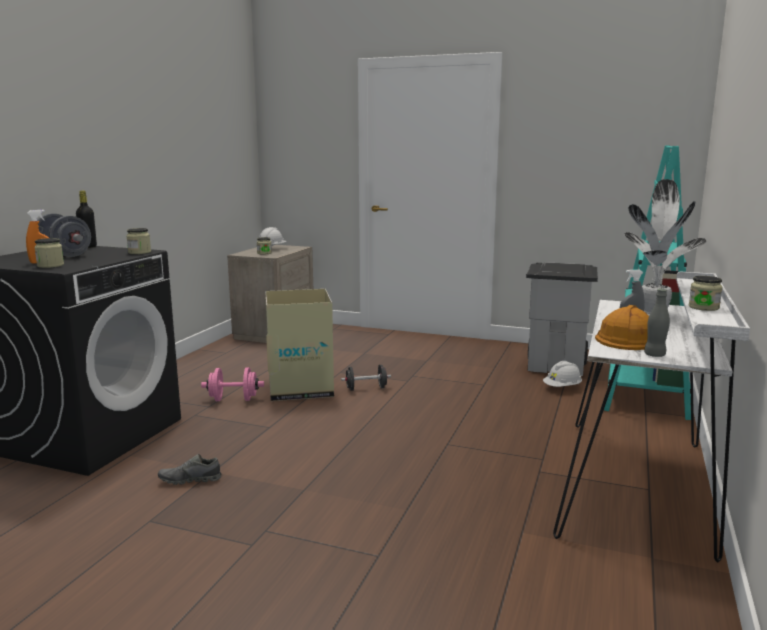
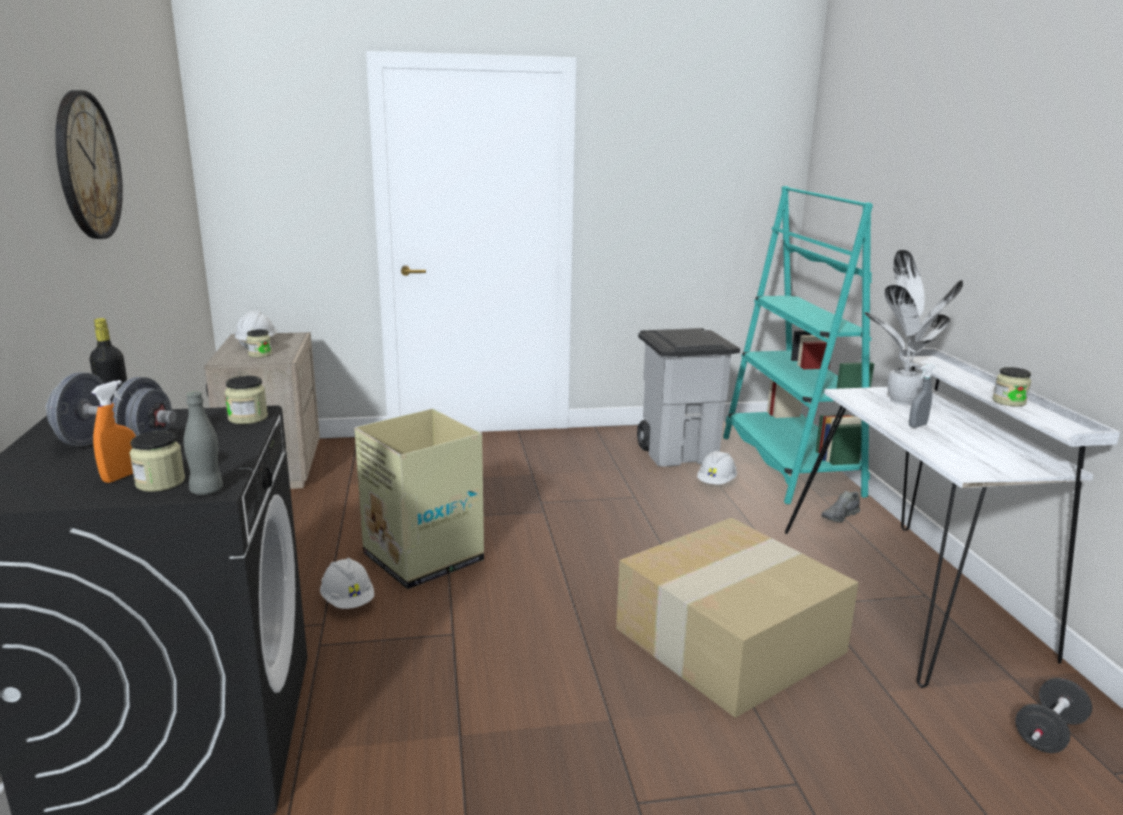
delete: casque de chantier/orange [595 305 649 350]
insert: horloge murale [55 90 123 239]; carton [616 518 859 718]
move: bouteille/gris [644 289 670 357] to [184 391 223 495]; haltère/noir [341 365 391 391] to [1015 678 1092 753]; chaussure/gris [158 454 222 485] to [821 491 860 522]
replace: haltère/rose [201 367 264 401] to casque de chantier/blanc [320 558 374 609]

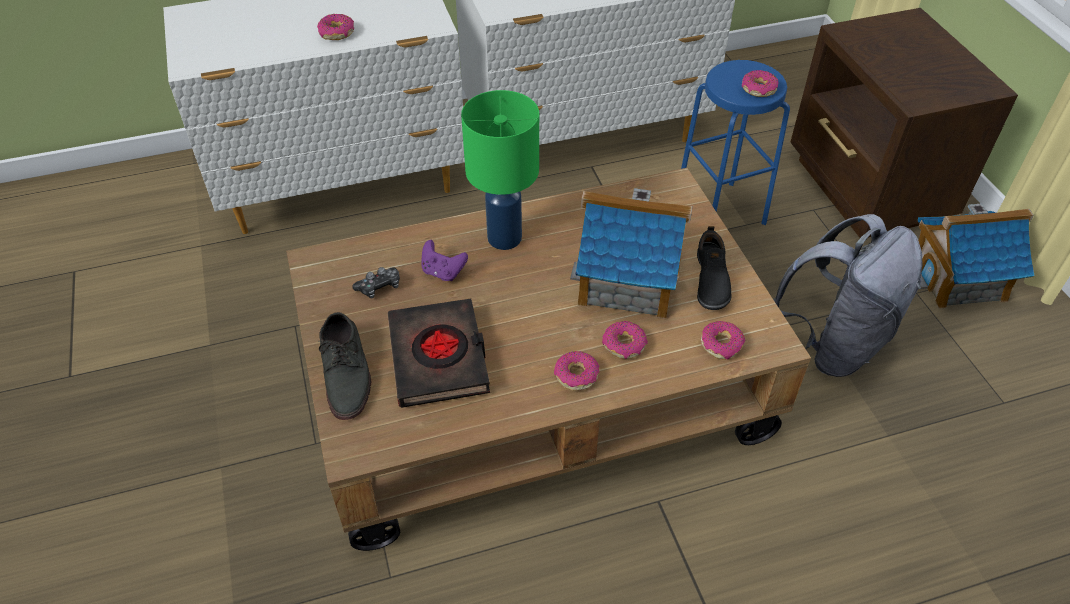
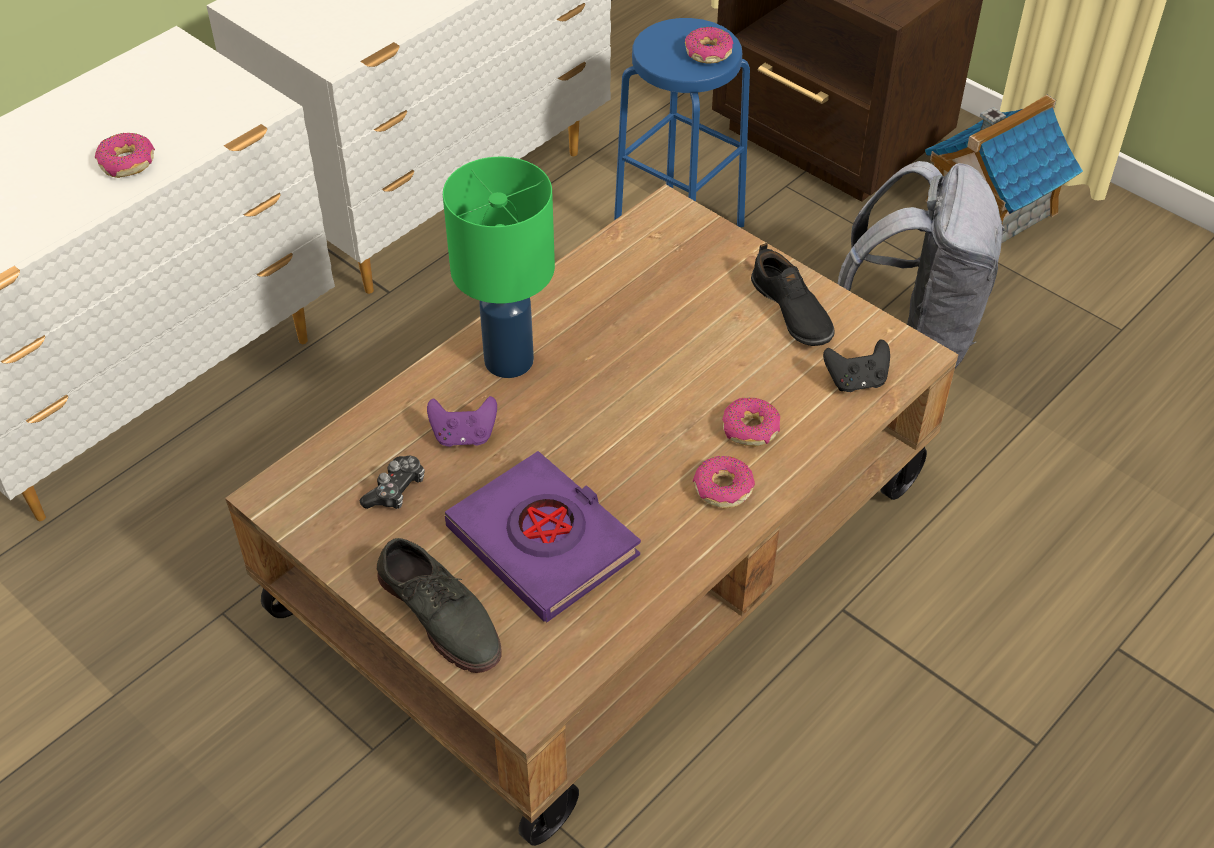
delete: maison miniature [570 188 692 319]
replace: beignet [701 321 745 360] to manette/noir [823 340 890 392]
recolor: livre/noir [387 299 490 408] to livre/violet [445 451 641 623]

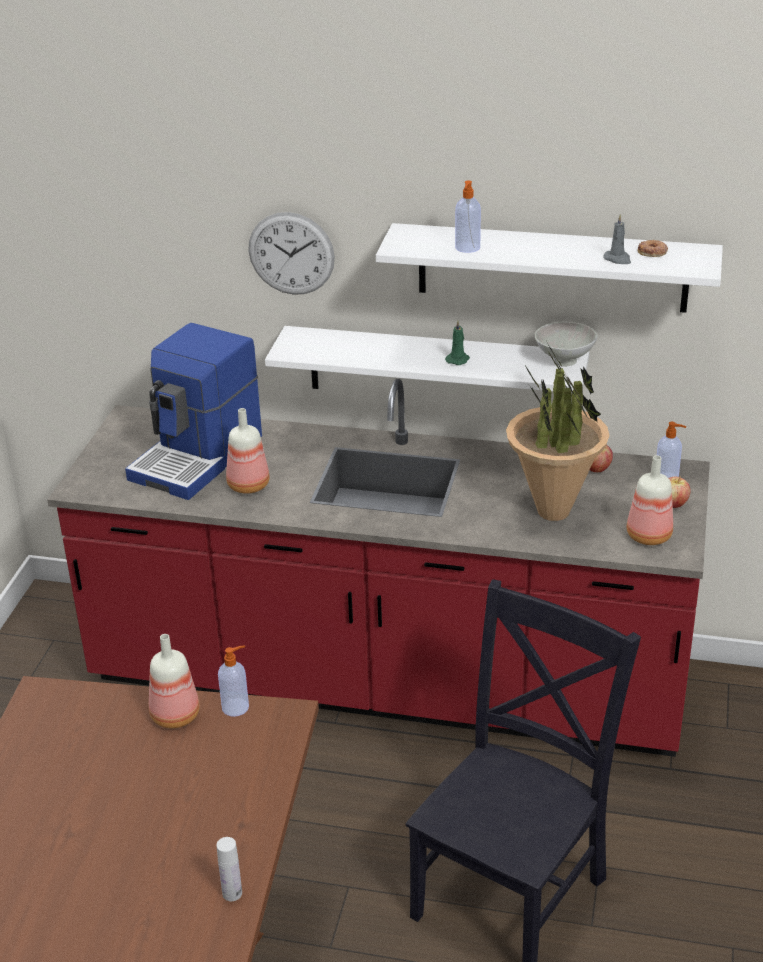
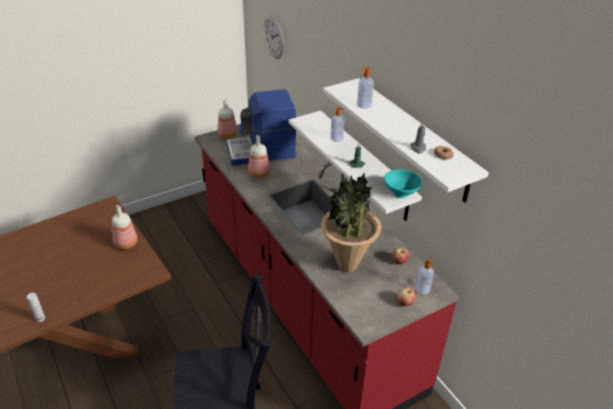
move: horloge murale [248 212 335 295] to [263 15 284 59]; bouteille [627 455 673 545] to [217 99 237 139]; distributeur de savon [218 645 249 717] to [330 106 345 142]
recolor: bol/blanc [534 322 597 367] to bol/turquoise [384 169 422 198]

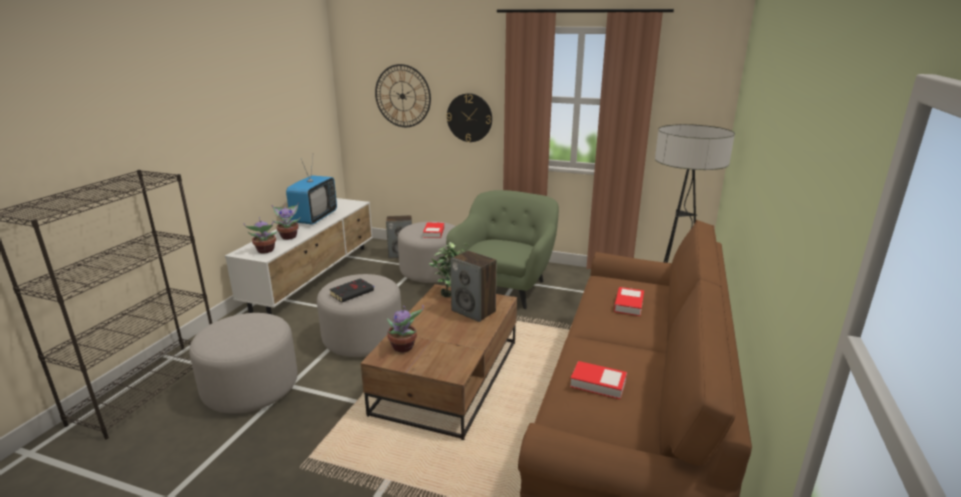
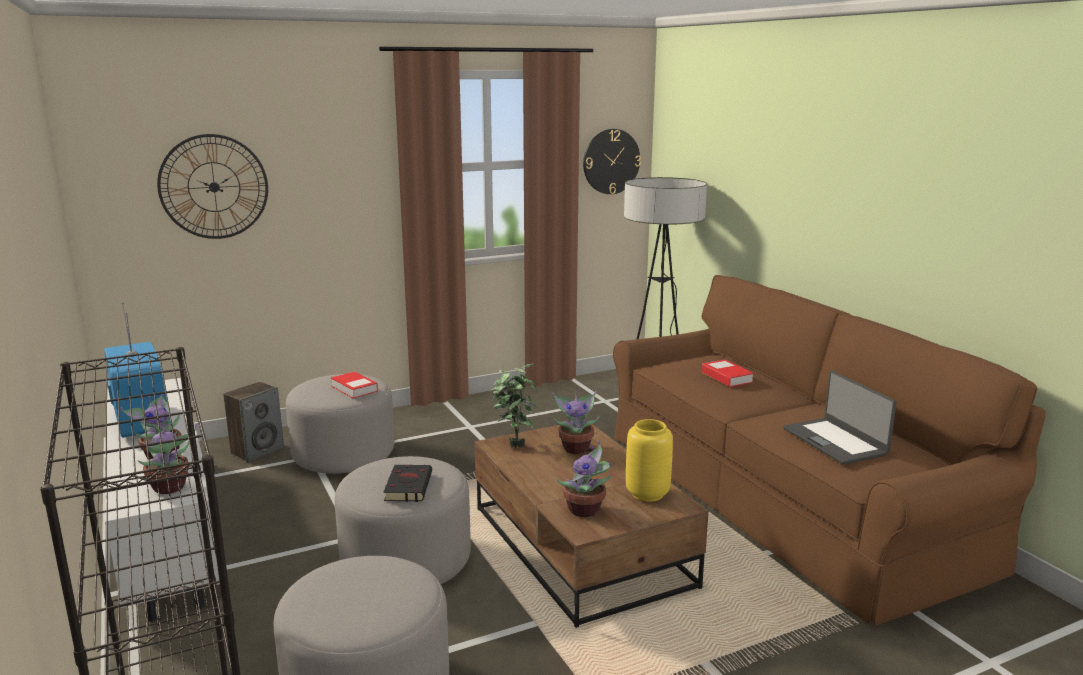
delete: fauteuil/vert [446 190 559 309]
insert: vase/jaune [626 419 673 502]
move: horloge murale [447 93 492 142] to [583 129 641 194]
replace: enceinte [450 251 496 322] to plante en pot [552 391 599 454]; livre [570 361 627 399] to ordinateur portable [783 371 897 465]

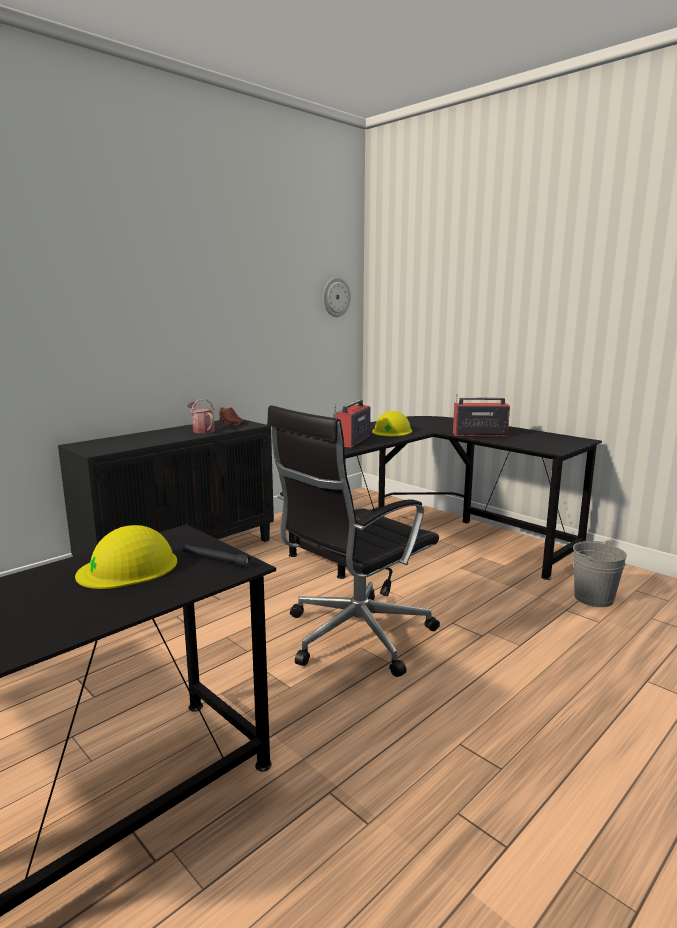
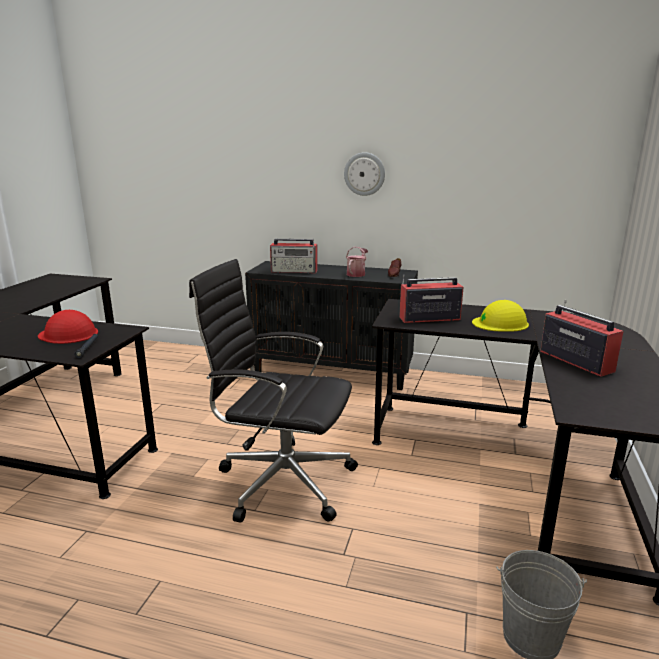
insert: radio [270 239 318 273]
move: horloge murale [323 277 351 317] to [344 152 385 196]
recolor: casque de chantier/jaune [75 525 177 589] to casque de chantier/rouge [38 310 98 344]

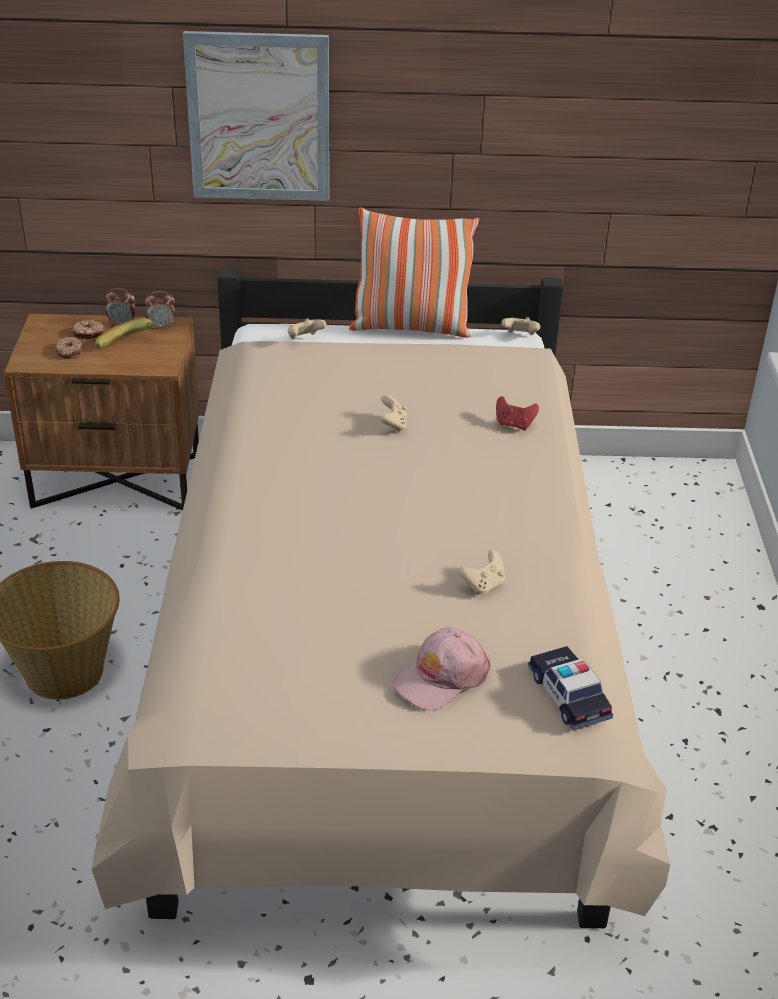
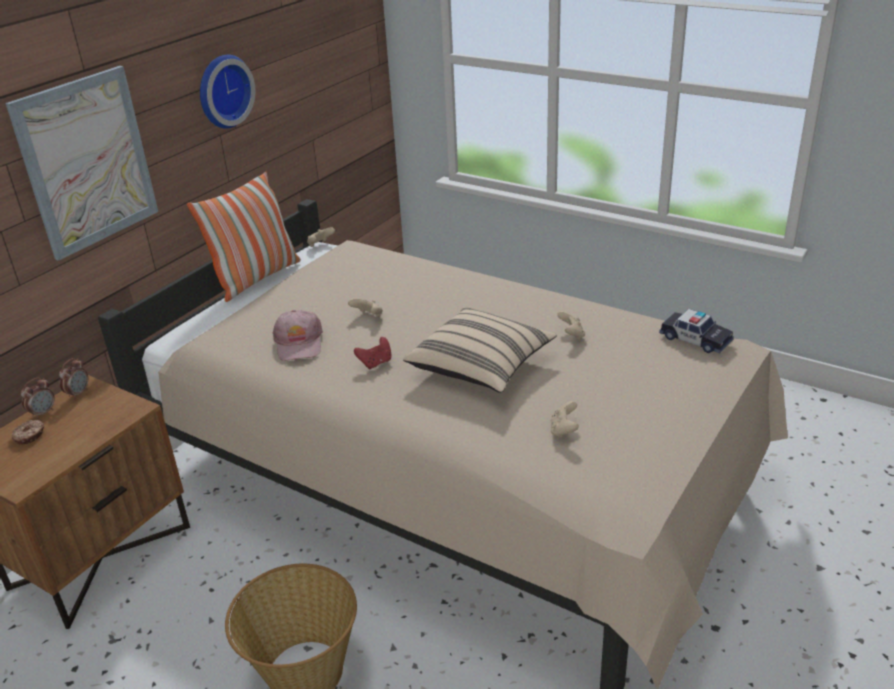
delete: banane [95 318 156 348]; beignet [56 337 83 359]
insert: horloge murale [200 55 255 129]; coussin/beige [403 307 557 393]
move: manette/beige [288 319 326 339] to [550 401 579 439]; manette/rouge [496 396 539 431] to [354 337 392 370]; casquette/rose [392 627 490 711] to [272 310 323 361]
rotate: petite voiture [528 646 613 730] = [659 309 734 353] 150 degrees counterclockwise

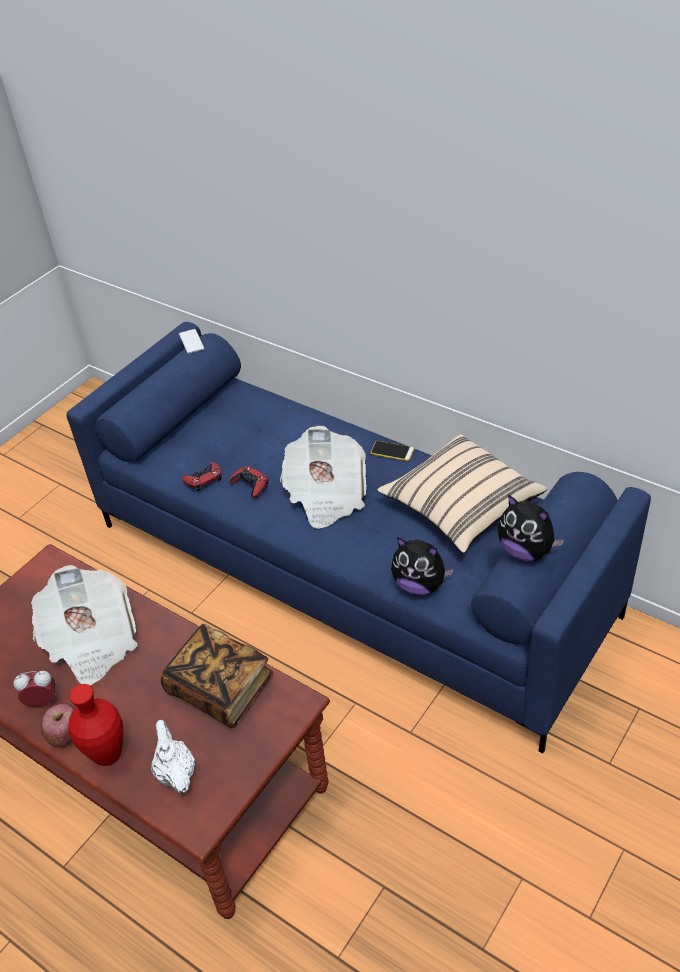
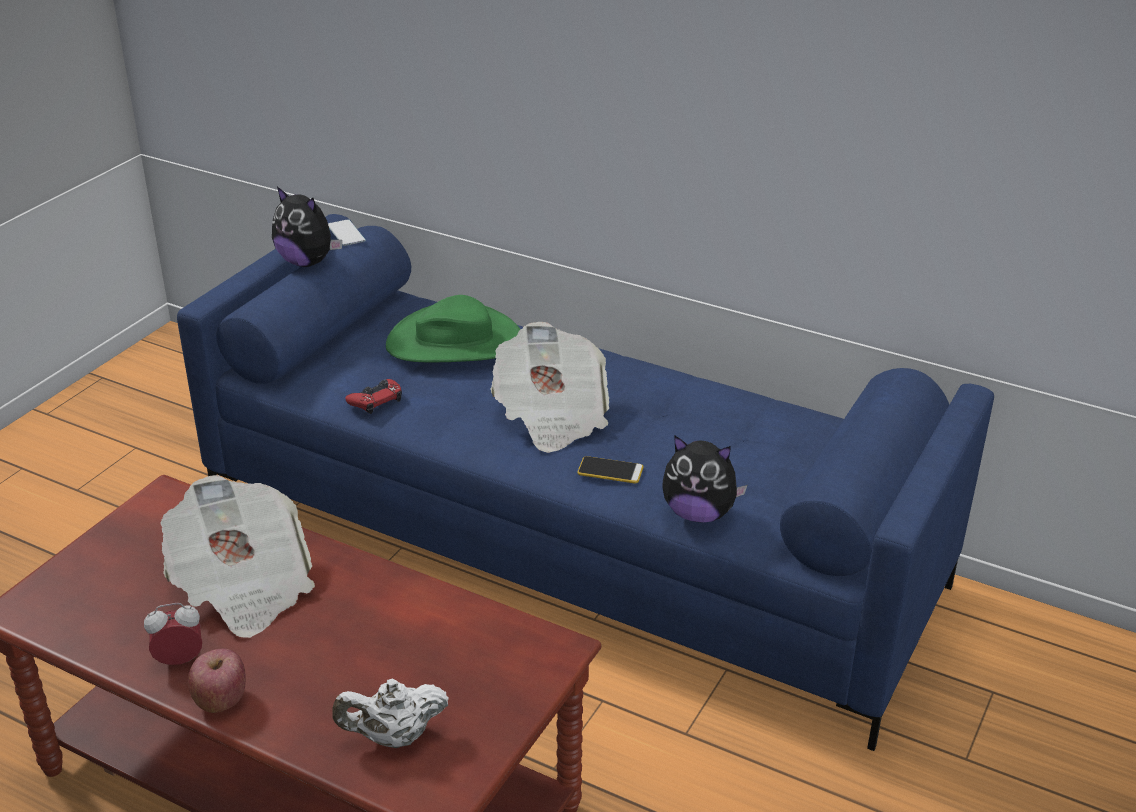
delete: coussin/beige [377 434 547 553]; manette/rouge [229 466 268 498]; livre [161 624 273 728]; vase/rouge [68 684 123 766]
insert: chapeau/vert [386 295 521 363]
move: téléphone [370 441 414 461] to [577 456 644 484]; peluche [497 494 565 562] to [272 187 342 267]
rotate: théière/blanc [151 720 195 793] = [333 679 449 748] 75 degrees counterclockwise

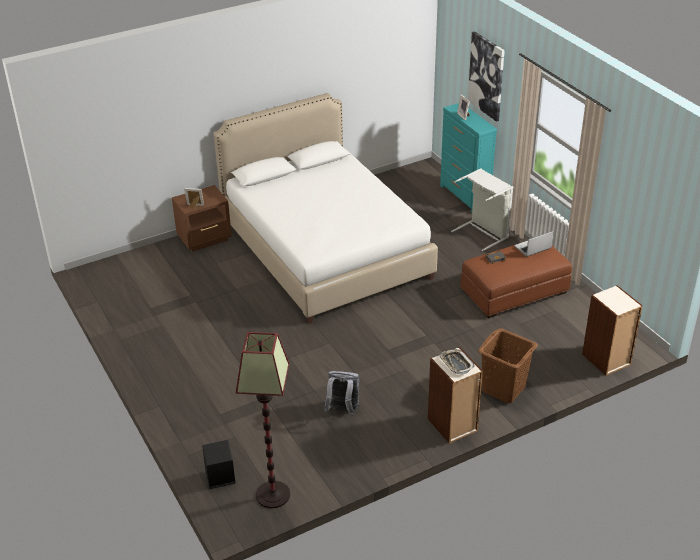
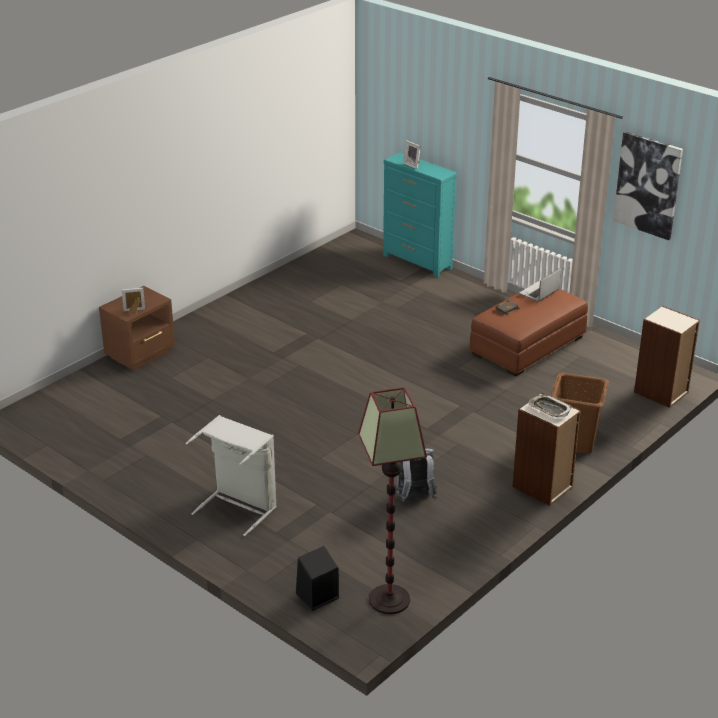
delete: lit/blanc [214 93 438 324]
move: tableau [468 31 505 122] to [613 132 683 240]; panier à linge/gris [451 168 513 251] to [186 415 277 536]

